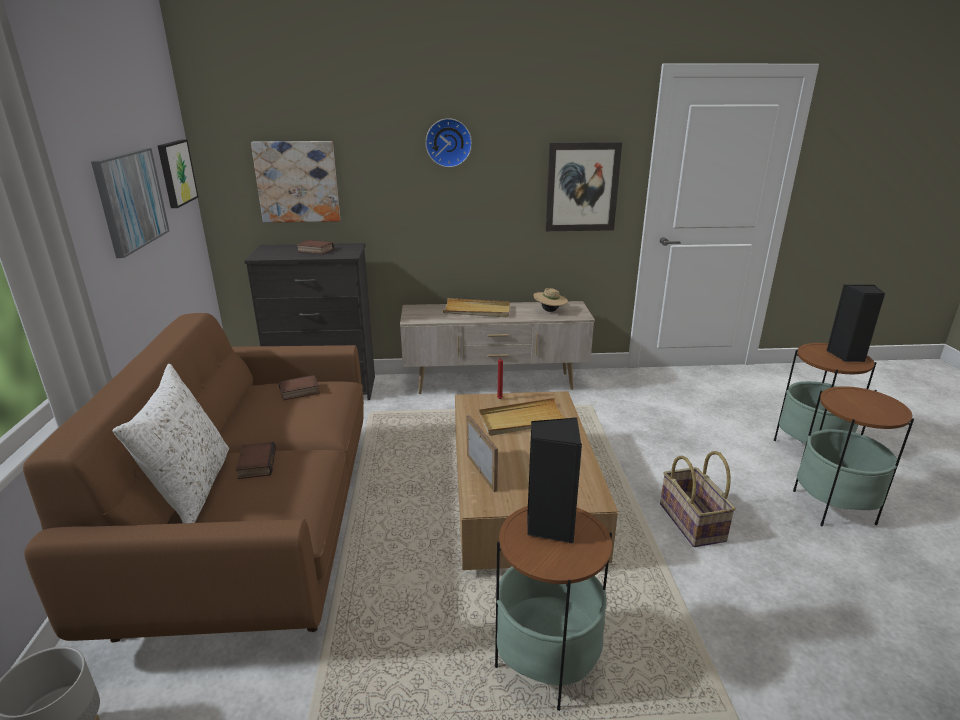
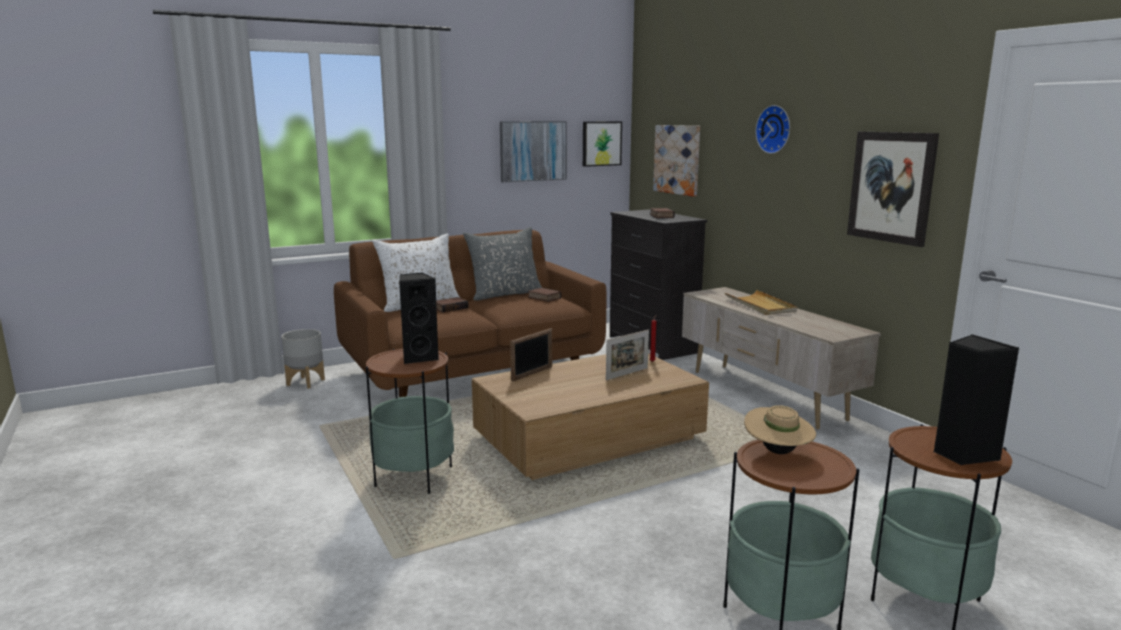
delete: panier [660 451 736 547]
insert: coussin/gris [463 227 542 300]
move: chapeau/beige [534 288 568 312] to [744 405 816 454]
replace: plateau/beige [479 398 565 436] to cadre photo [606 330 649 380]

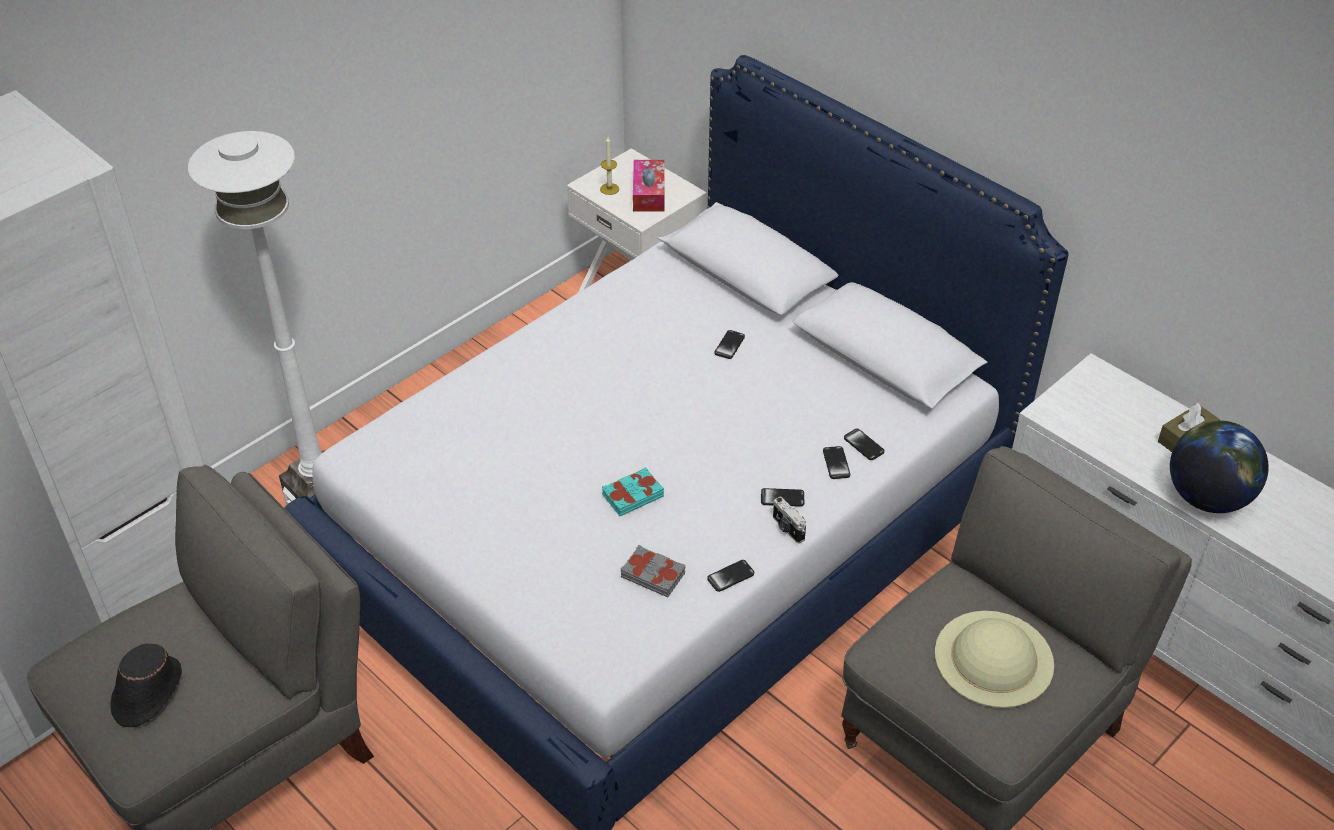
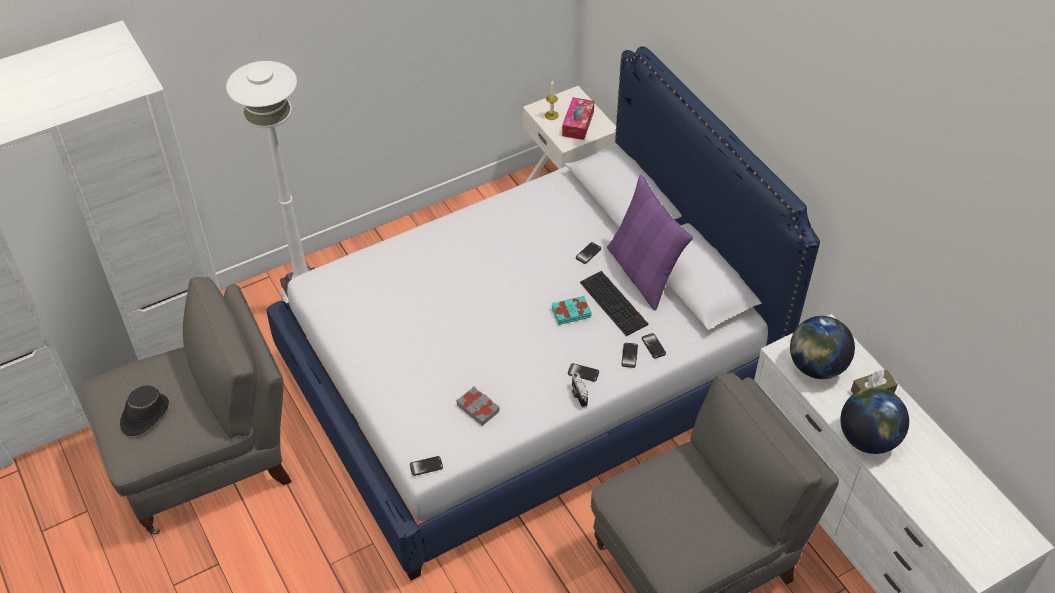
delete: chapeau/beige [935 611 1054 708]
insert: coussin/violet [607 174 693 310]; clavier [580 271 648 336]; globe [790 316 855 379]
move: livre/turquoise [602 467 664 516] to [552 296 591 325]; téléphone [707 560 754 592] to [410 456 443 476]

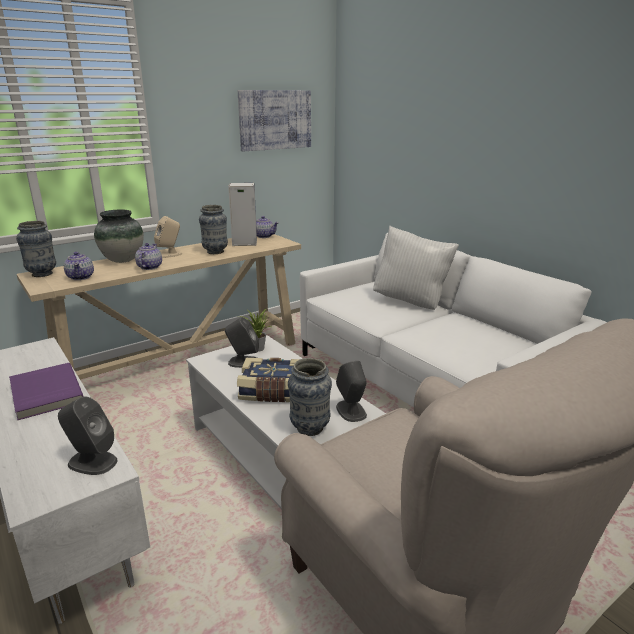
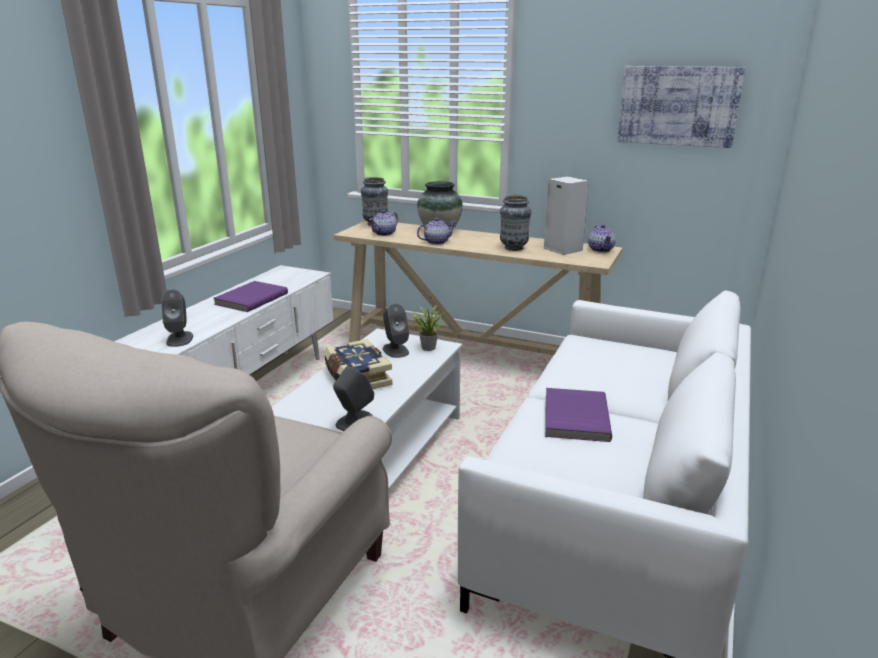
delete: enceinte/beige [154 216 183 258]; coussin/blanc [373 226 459 310]; vase [288 358 332 436]
insert: livre/violet [545 388 612 442]

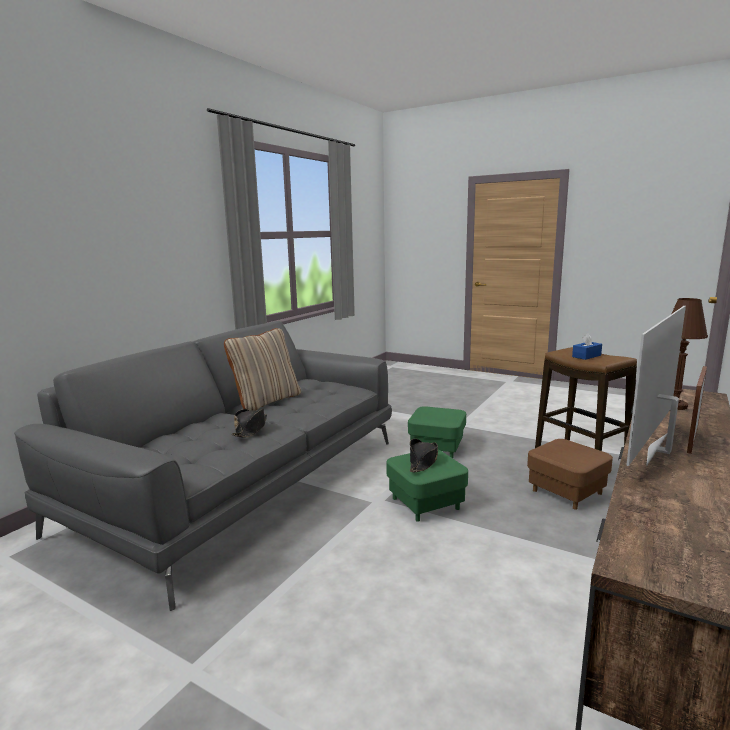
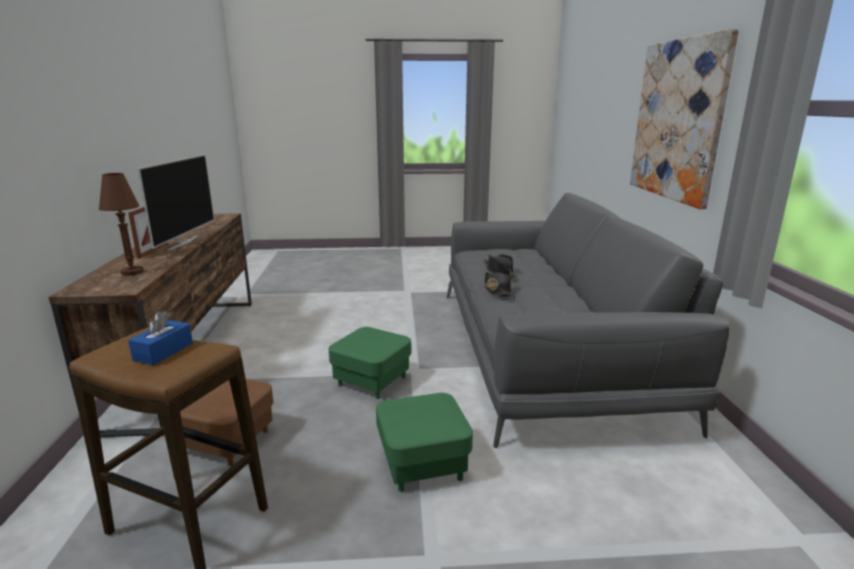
delete: coussin/beige [224 328 301 411]
insert: tableau [630 29 739 209]
move: chapeau/noir [410 439 438 472] to [485 269 512 296]

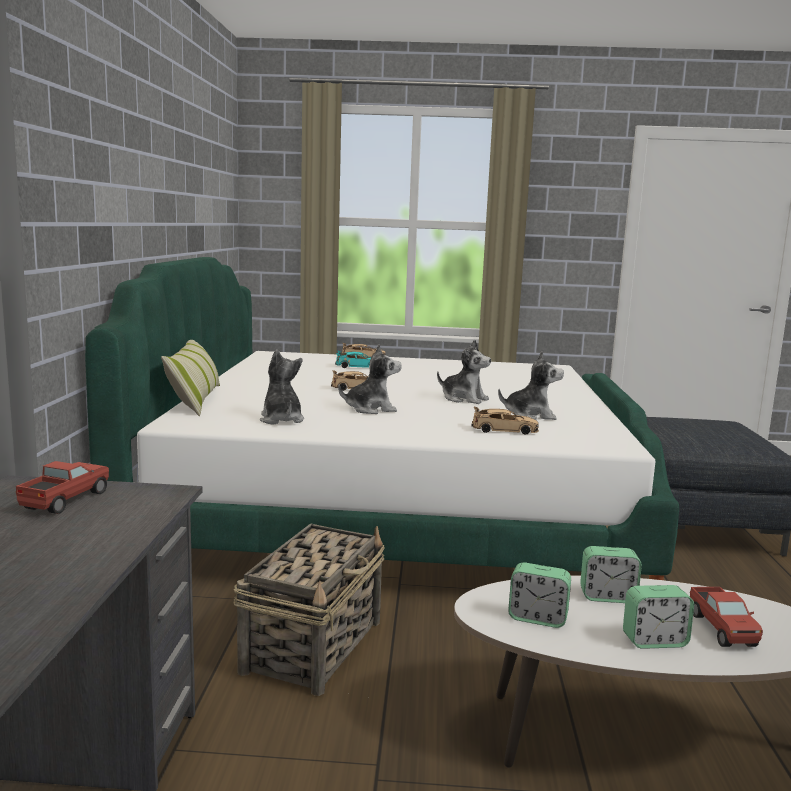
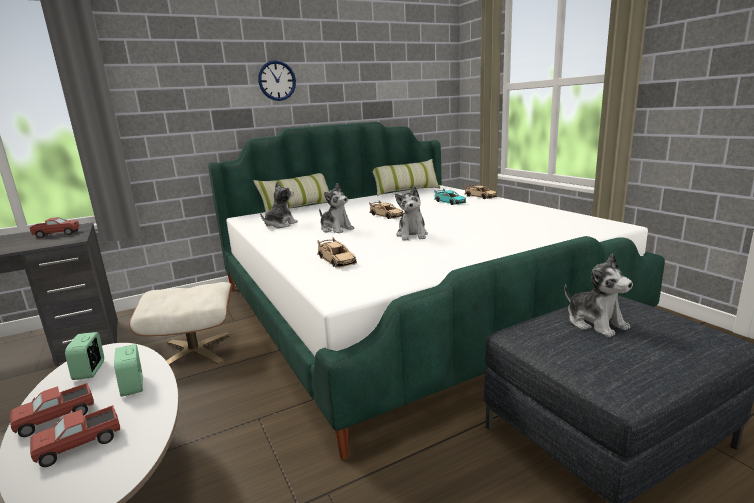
insert: horloge murale [258 60 296 101]; coussin [373 159 440 196]
move: peluche [498 351 564 420] to [565 254 633 338]
replace: panier [233 523 385 696] to pouf/beige [129 282 233 365]; réveil [623 585 694 649] to camion jouet [10 383 94 437]

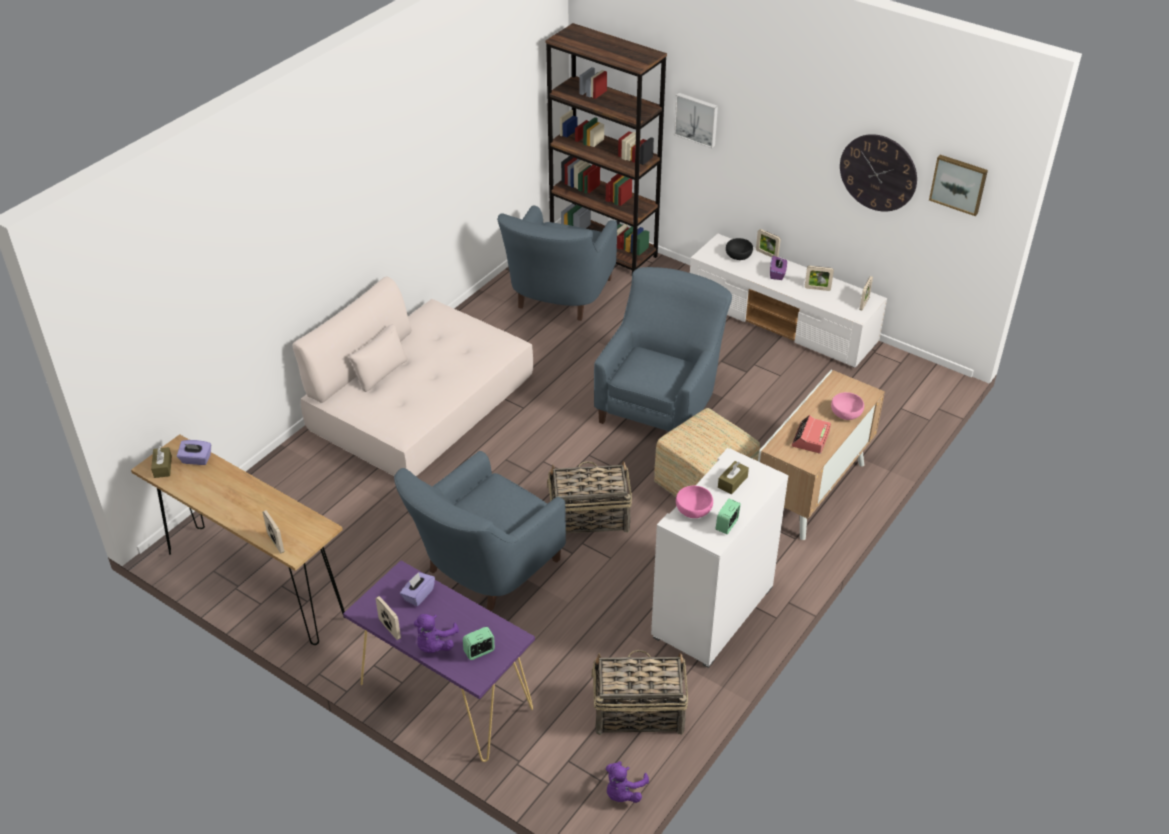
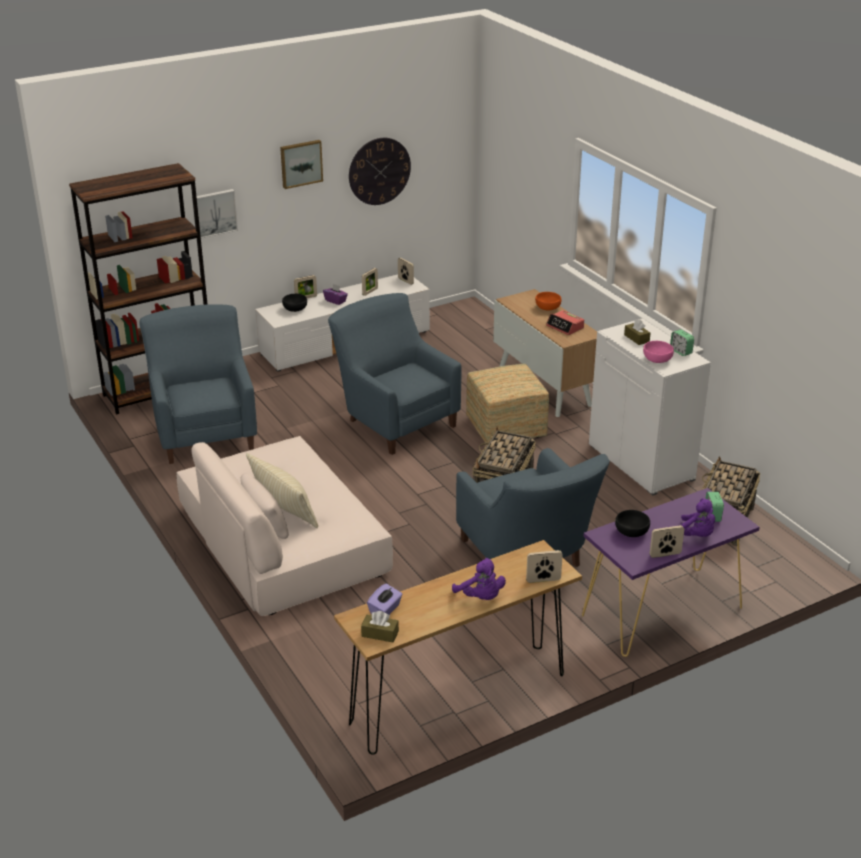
insert: coussin/beige [246 453 318 528]
move: tableau [929 155 988 216] to [280 140 323 189]; peluche/violet [606 761 649 803] to [452 558 506 600]
replace: boîte à mouchoirs/violet [400 572 435 606] to bol/noir [615 510 650 537]
recolor: bol/rose [831 392 864 420] to bol/orange [535 292 561 311]
rotate: fauteuil/bleu [497 206 617 321] = [139 304 257 464] 150 degrees counterclockwise

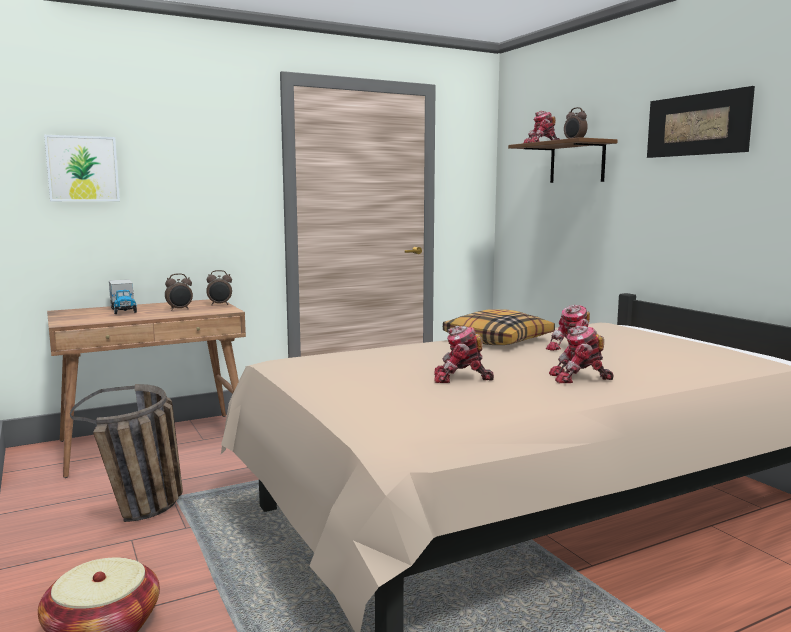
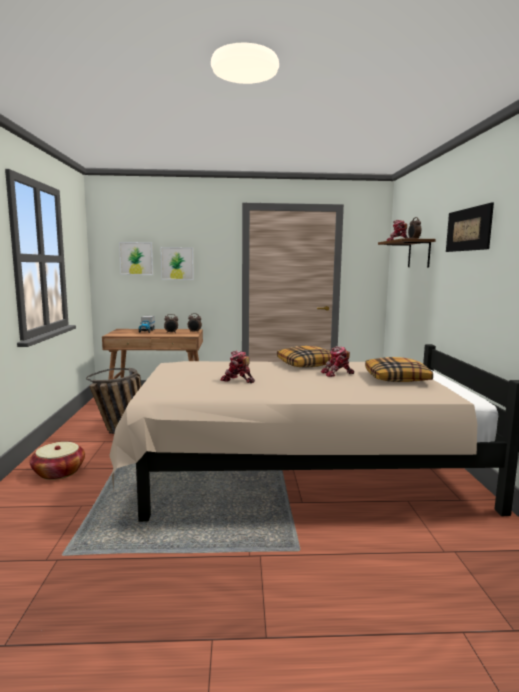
delete: robot jouet [549 326 614 383]
insert: tableau [161 247 194 280]; coussin [365 357 433 382]

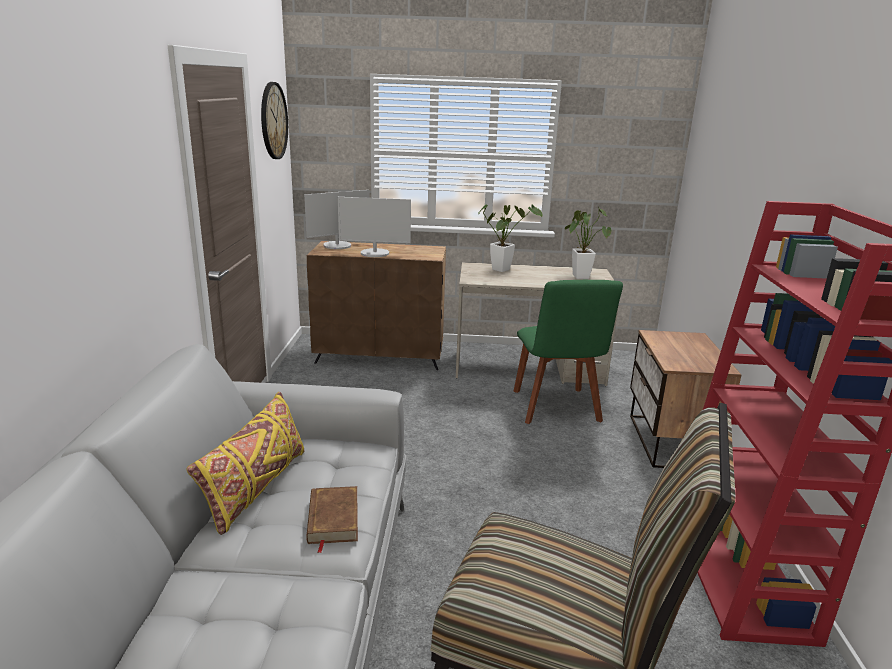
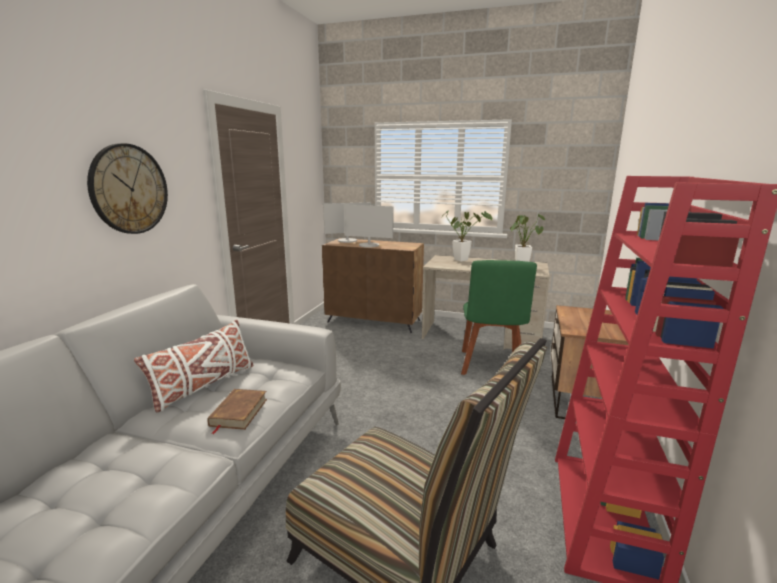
move: horloge murale [261 82 288 159] to [87 143 168 234]
recolor: coussin/jaune [186 392 305 535] to coussin/blanc [134 320 253 412]

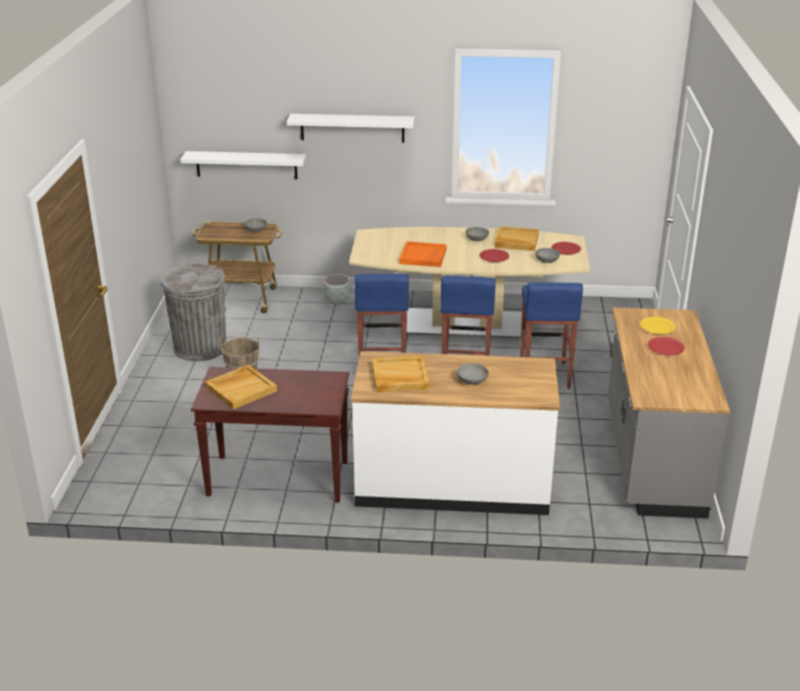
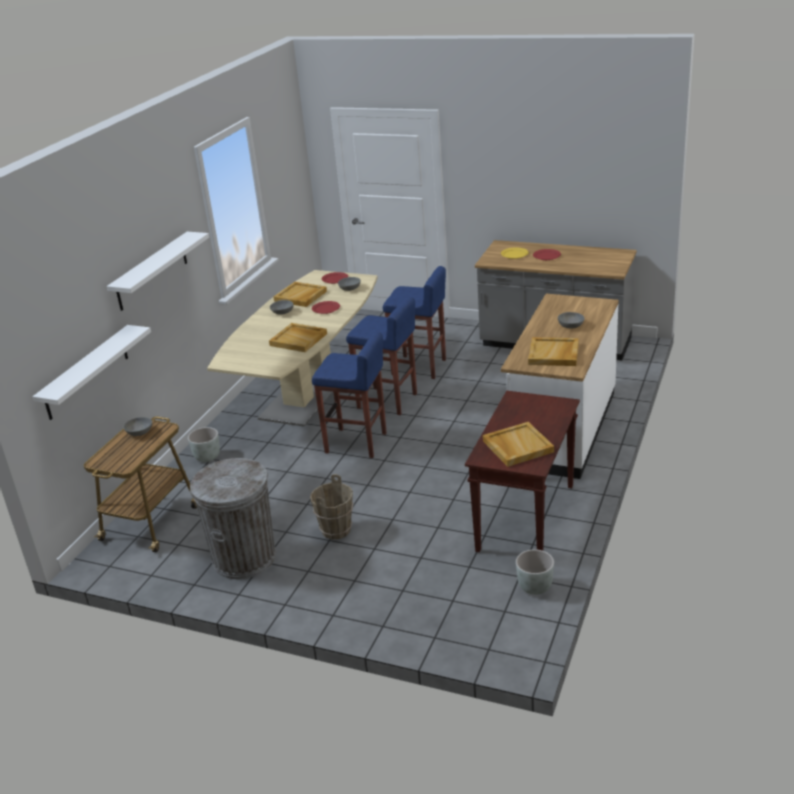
insert: cache-pot/gris [516 549 554 595]
recolor: plateau/orange [399 241 447 267] to plateau/beige [269 323 327 352]

